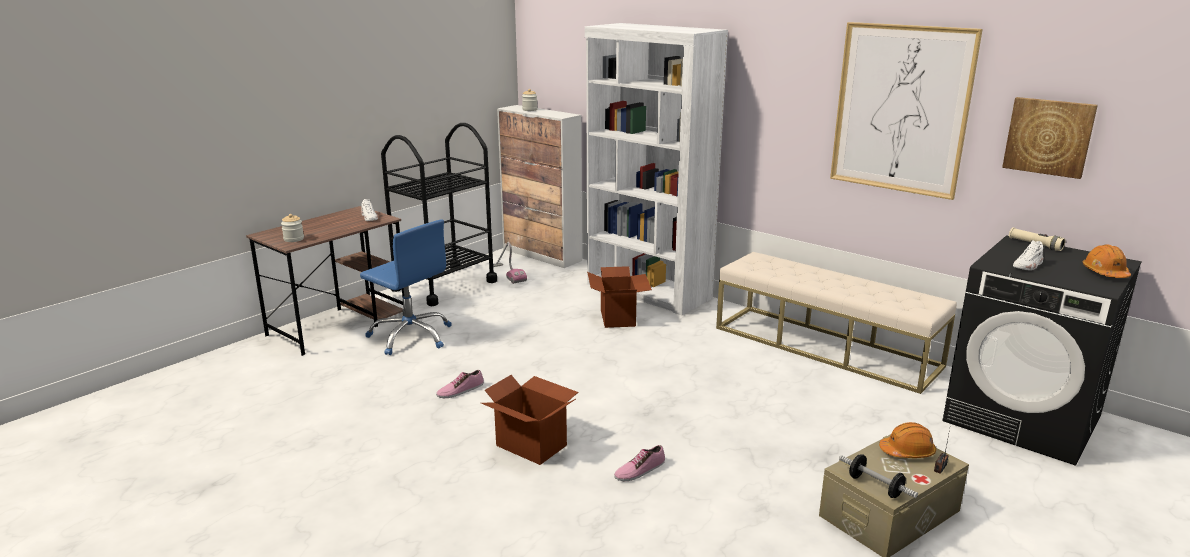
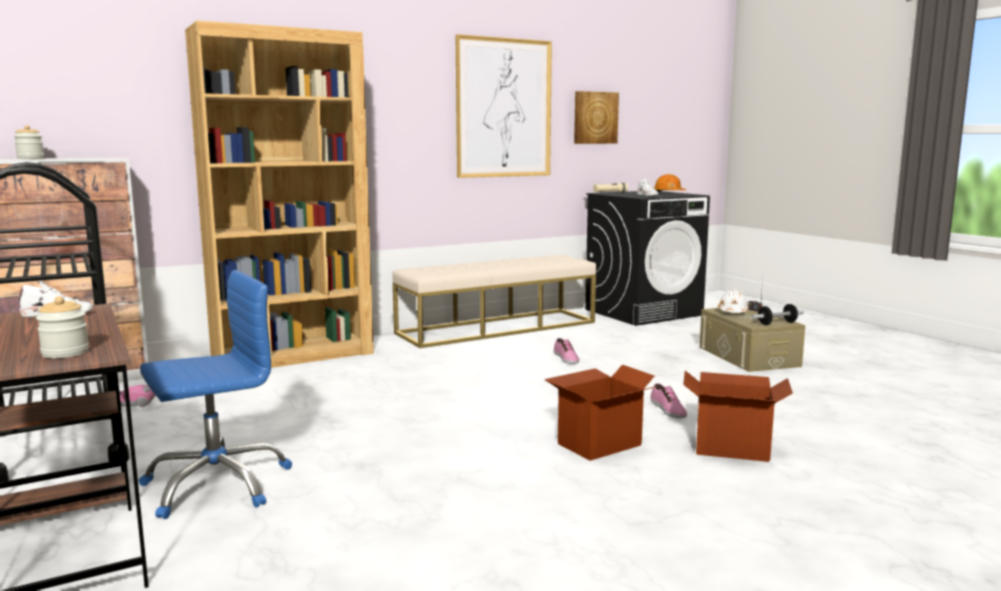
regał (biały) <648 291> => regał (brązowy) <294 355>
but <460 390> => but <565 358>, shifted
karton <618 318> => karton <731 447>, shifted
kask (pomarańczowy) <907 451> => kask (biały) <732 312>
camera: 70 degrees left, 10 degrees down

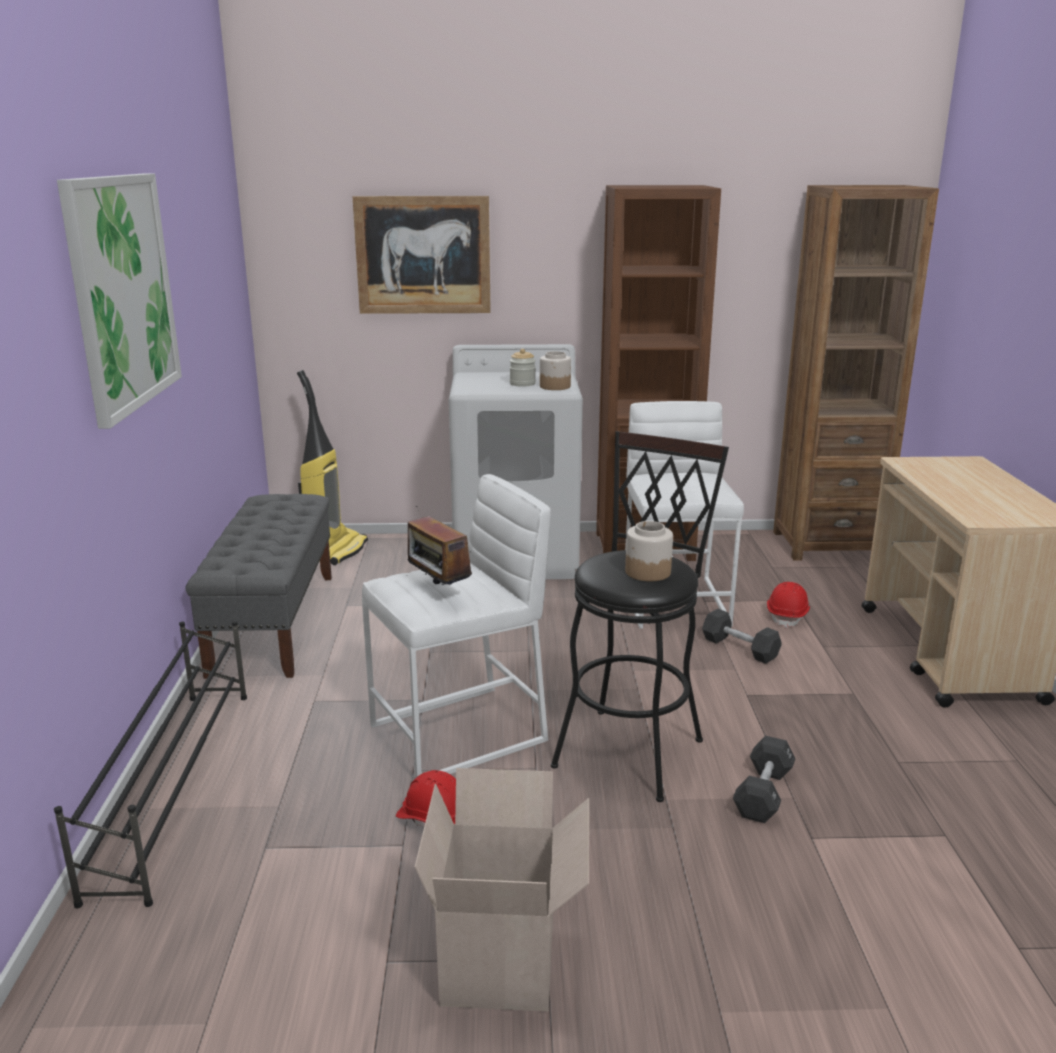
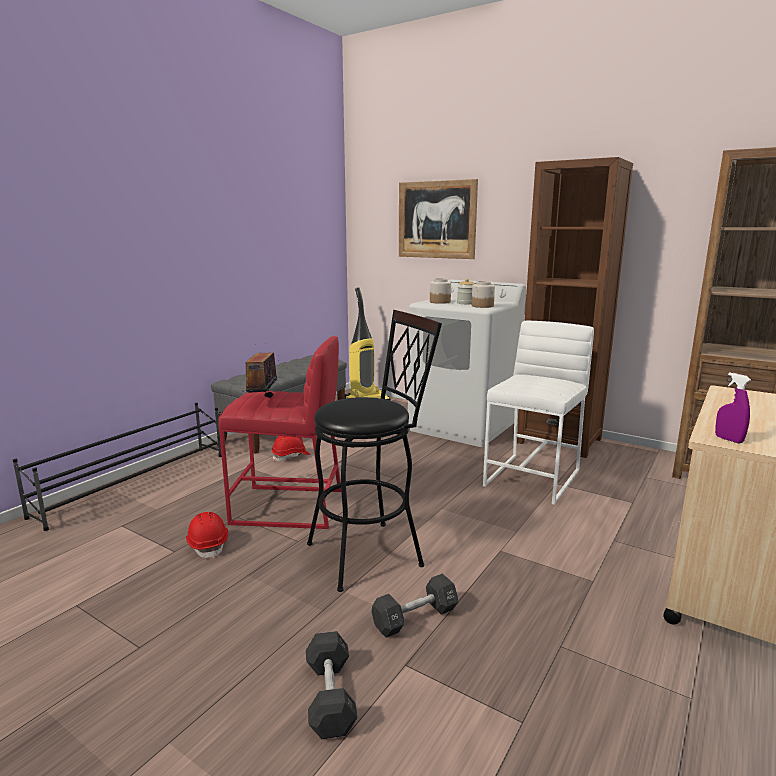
stołek (biały) <460 733> => stołek (czerwony) <288 507>
kask (czerwony) <787 616> => kask (czerwony) <291 456>, shifted
hantel (szary) <740 648> => hantel (szary) <330 697>, shifted
słoik <647 572> => słoik <440 302>, shifted
nothing => spryskiwacz (fioletowy) <728 439>
obraz <122 292> => nothing
karton <504 961> => nothing
camera: 35 degrees right, 5 degrees down

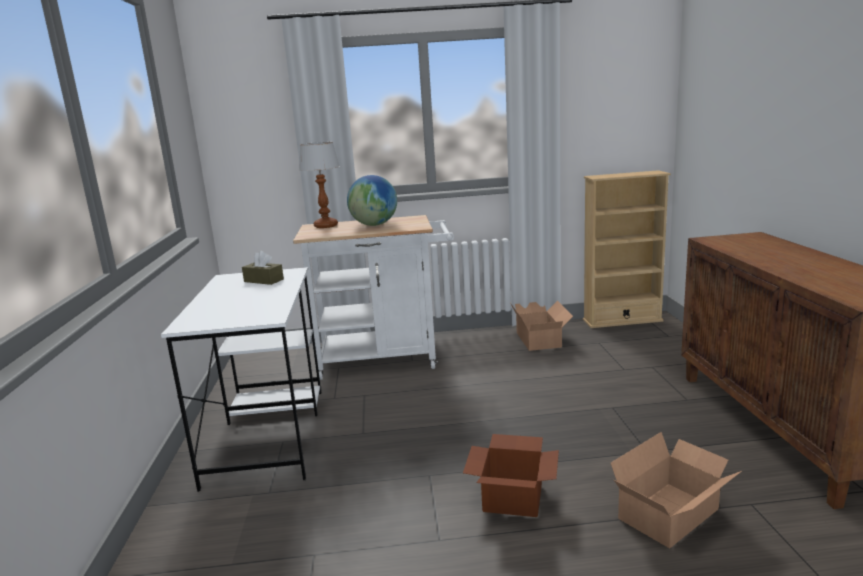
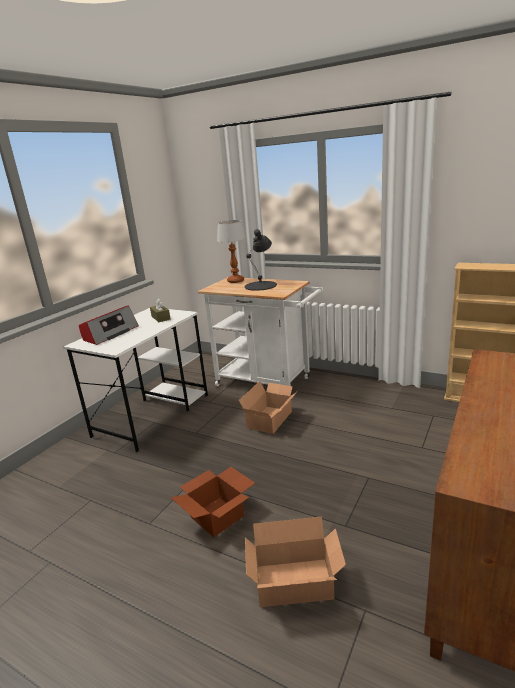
nothing => radio <110 333>
karton <540 339> => karton <272 419>, shifted
globus <374 225> => lampa stołowa (czarny) <261 285>
camera: 35 degrees right, 5 degrees up

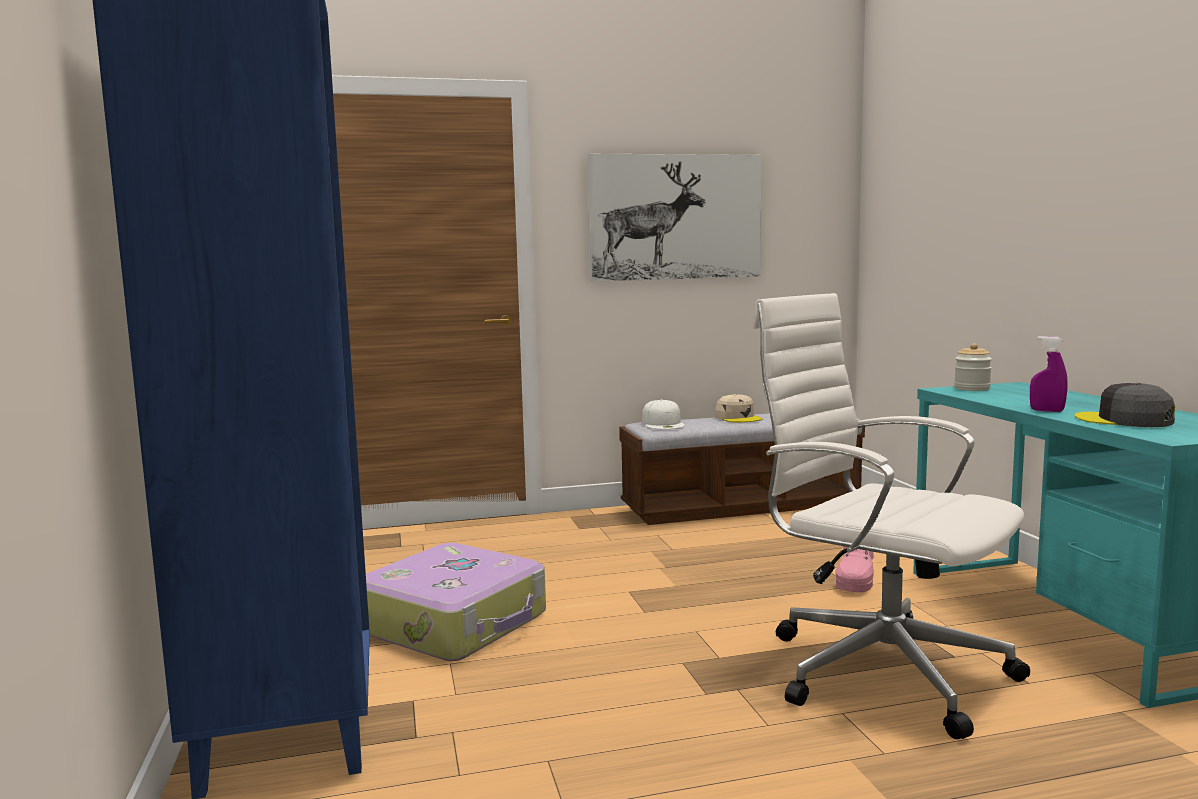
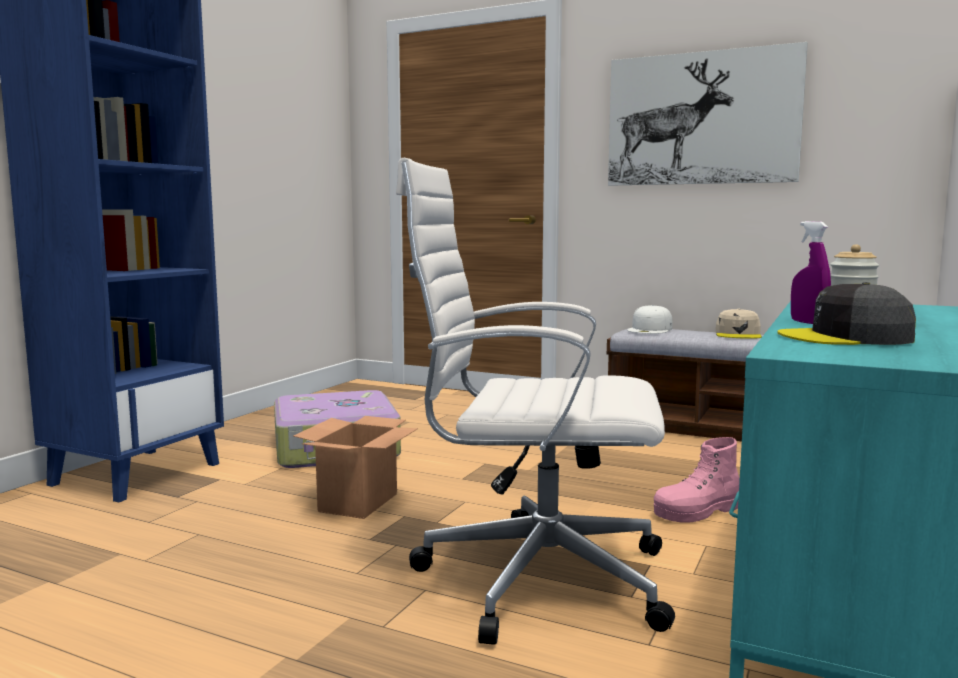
nothing => karton <358 502>
krzesło biurowe (biały) <880 669> => krzesło biurowe (biały) <535 577>, 75 degrees counterclockwise
czapka z daszkiem (szary) <1124 420> => czapka z daszkiem (szary) <846 338>, 75 degrees counterclockwise
camera: 40 degrees right, 0 degrees up

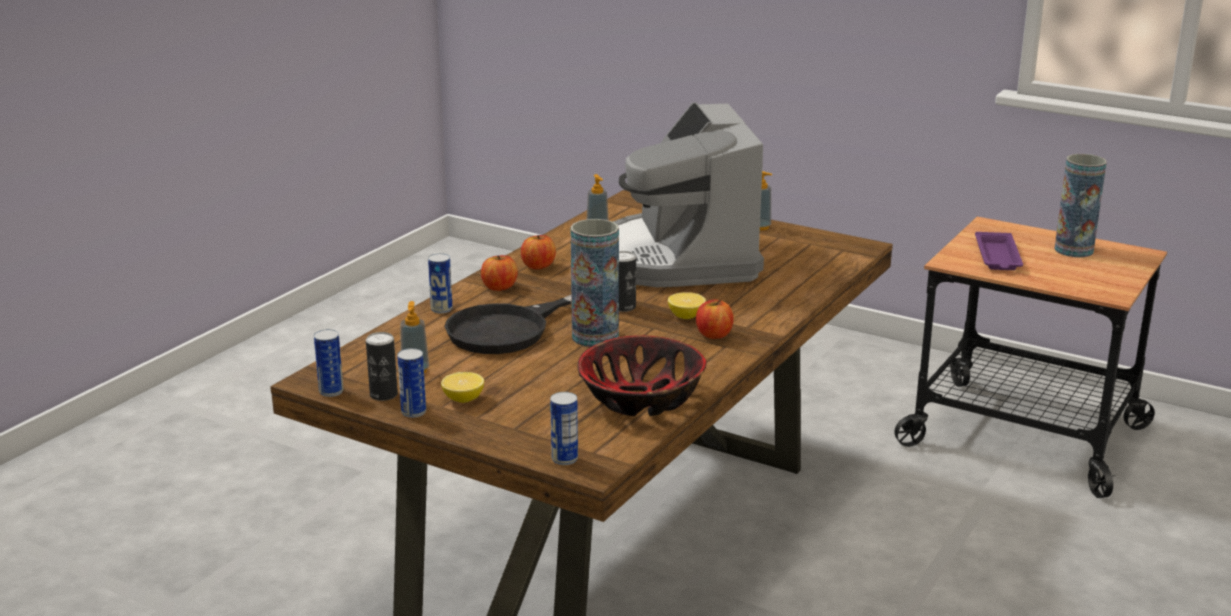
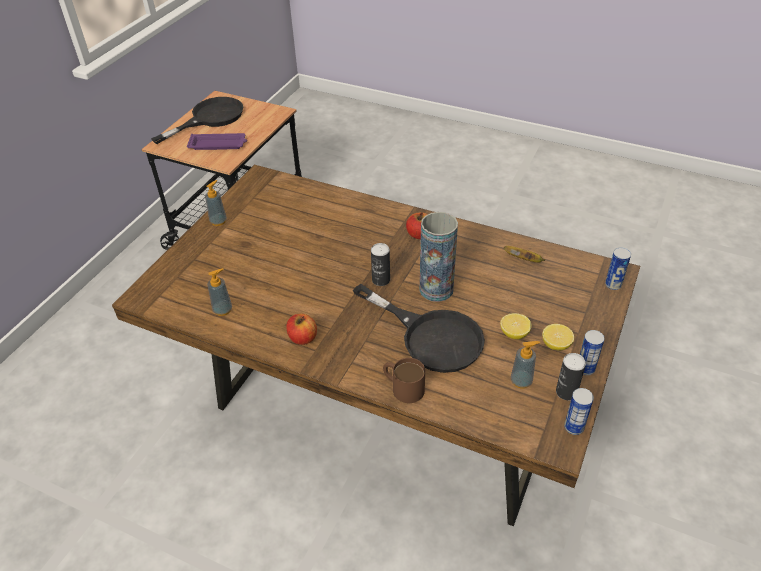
wazon <1073 250> => patelnia (czarny) <210 118>
puszka <441 309> => kubek (brązowy) <403 387>
cytryna <686 316> => cytryna <514 334>, shifted
miska <641 400> => banan <524 259>
jabłko <499 287> => nothing
ekspres do kawy <679 258> => nothing
camera: 95 degrees left, 20 degrees up

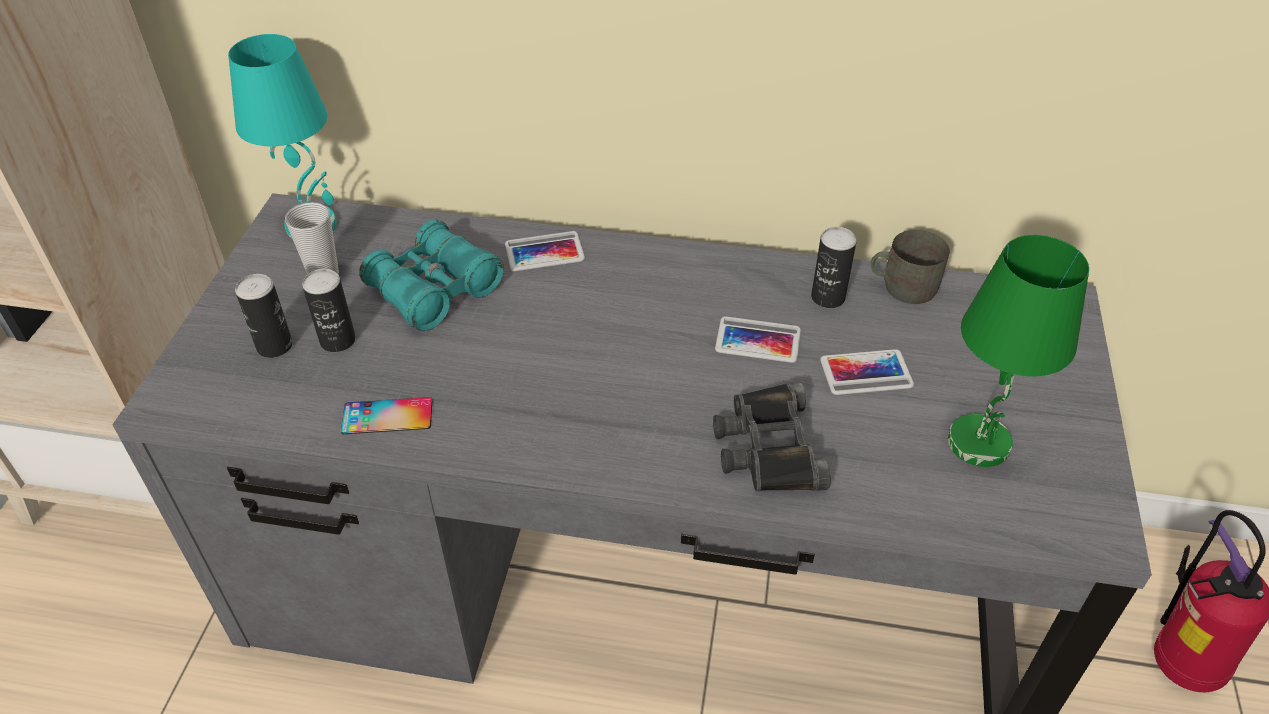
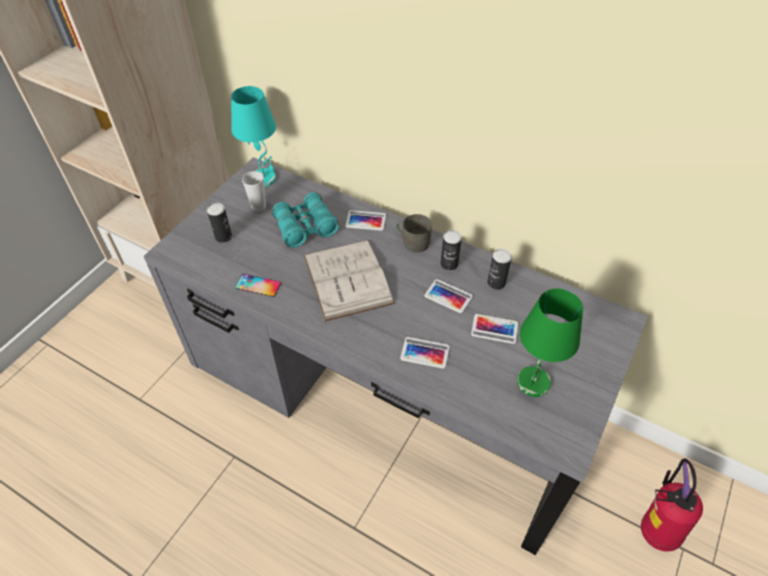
nothing => książka (biały) <347 279>
kubek (szary) <902 286> => kubek (szary) <412 241>, shifted
lornetka (czarny) <767 447> => telefon <425 353>
puszka <338 340> => puszka <449 264>, shifted
camera: 20 degrees right, 5 degrees up

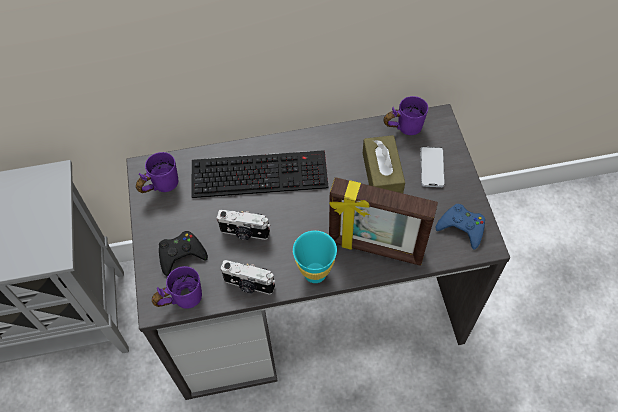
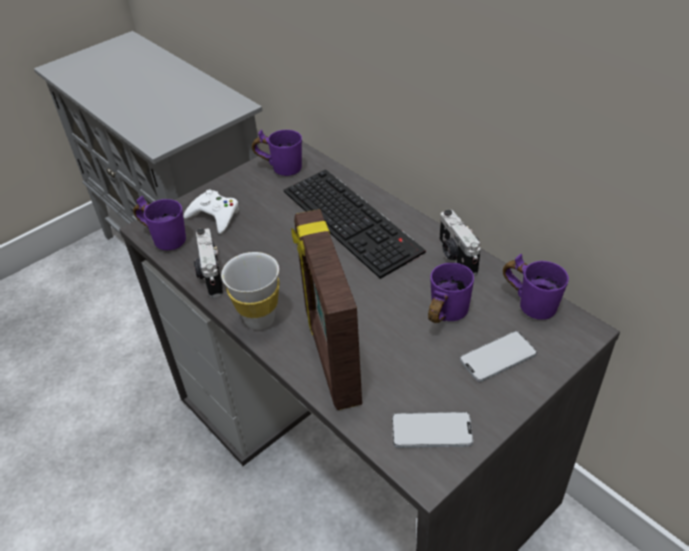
pad do gier (czarny) <181 254> => pad do gier (biały) <215 216>
filiżanka (turkusowy) <315 273> => filiżanka (biały) <259 319>
pad do gier (niebieski) <461 227> => telefon <431 431>
pudełko chusteczek (brązowy) <382 174> => kubek (fioletowy) <442 315>
aparat fotograficzny <244 233> => aparat fotograficzny <456 257>, shifted
camera: 60 degrees right, 15 degrees down

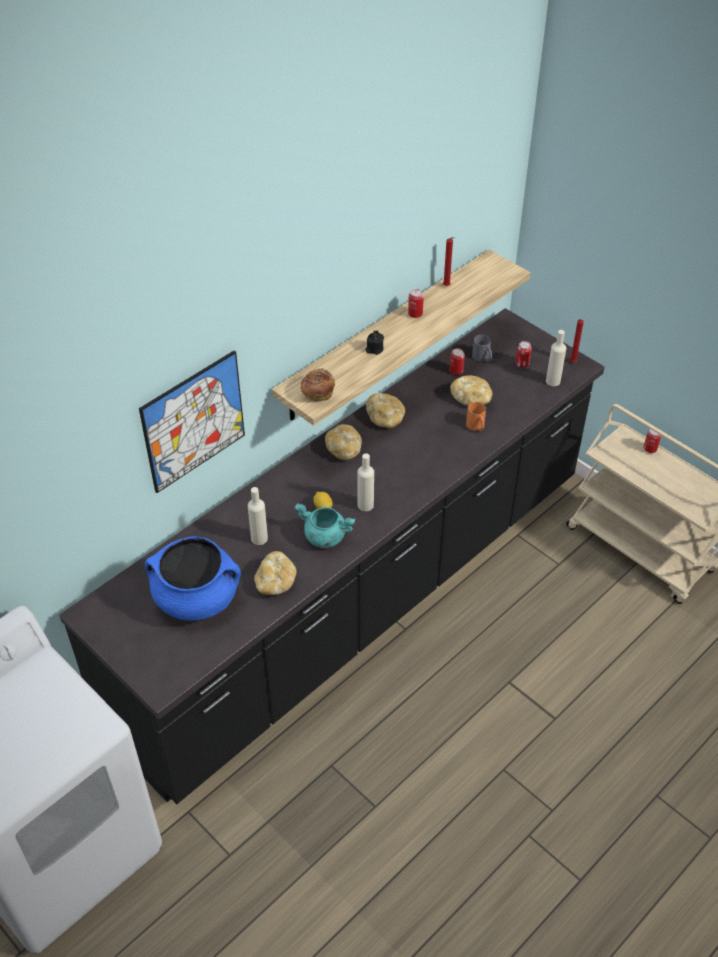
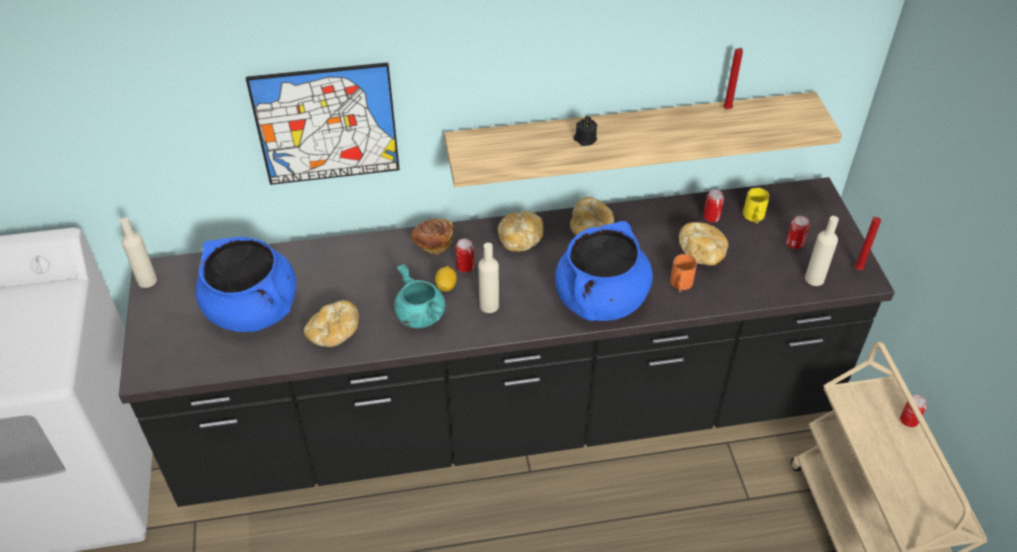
butelka (beżowy) <259 538> => butelka (beżowy) <147 280>, shifted
chleb <317 393> => chleb <433 243>, shifted
puszka <415 314> => puszka <465 267>, shifted
nothing => garnek (niebieski) <601 300>
kubek (szary) <483 358> => kubek (żółty) <754 217>
camera: 35 degrees right, 0 degrees up

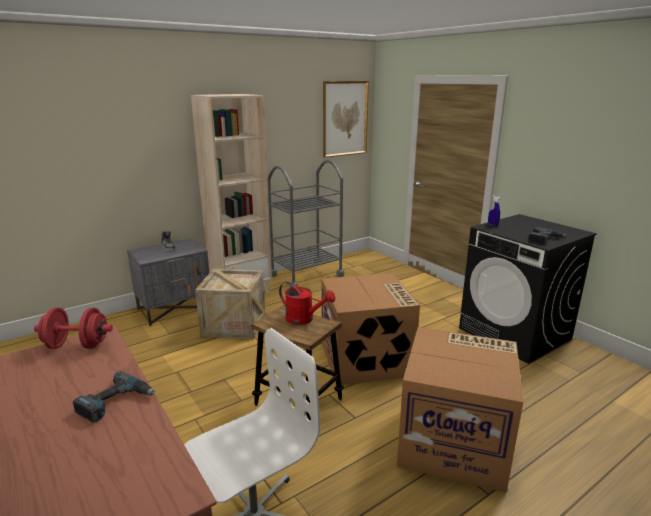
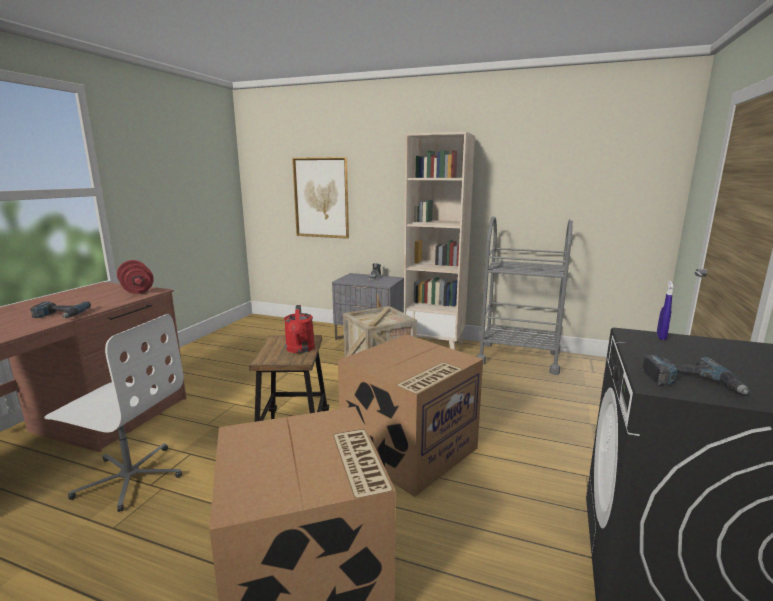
obraz <344 118> => obraz <321 198>, shifted
camera: 55 degrees right, 5 degrees down

